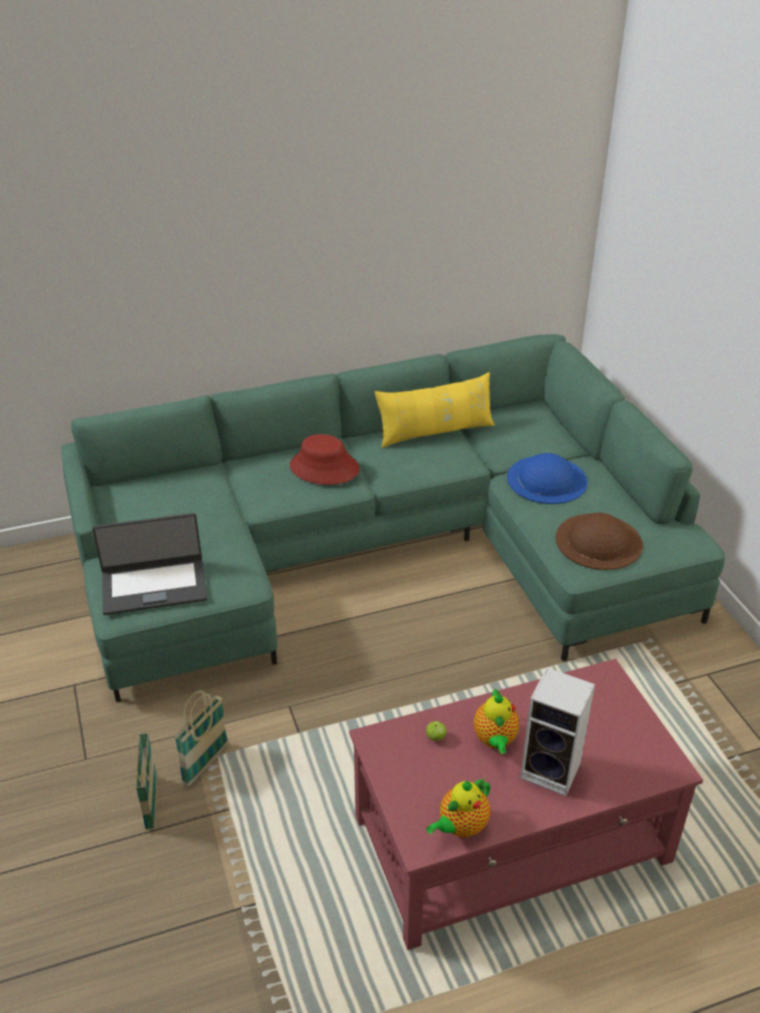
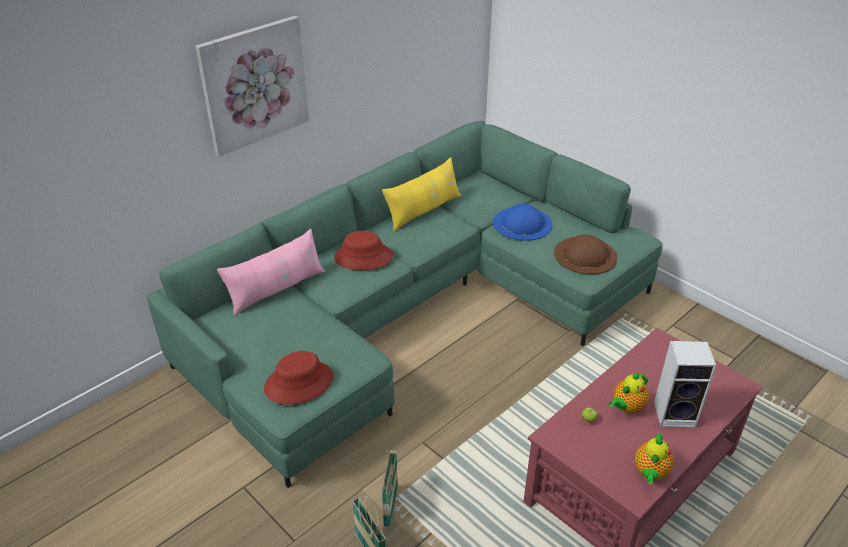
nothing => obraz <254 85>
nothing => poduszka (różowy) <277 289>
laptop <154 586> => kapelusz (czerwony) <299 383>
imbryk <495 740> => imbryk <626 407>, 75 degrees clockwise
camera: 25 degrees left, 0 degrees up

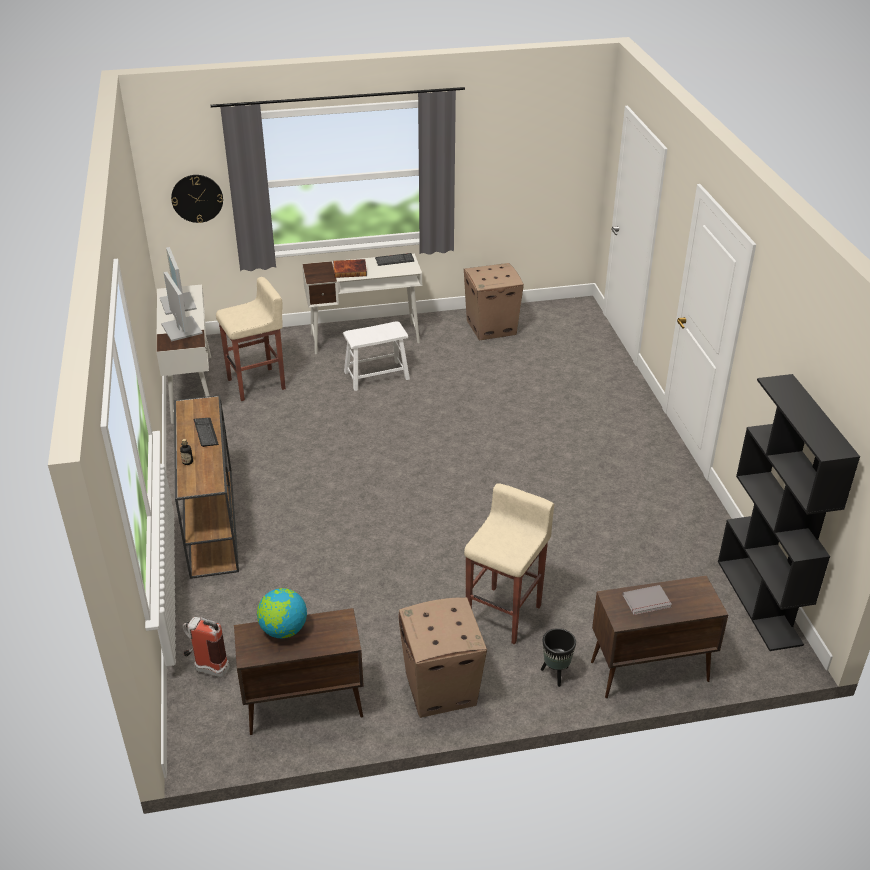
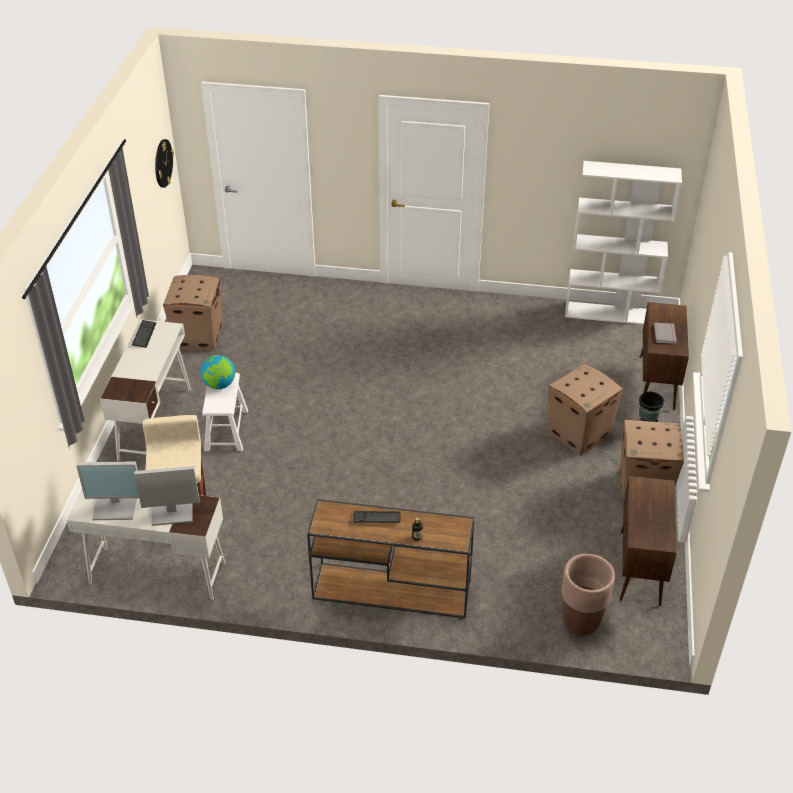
zegar ścienny <197 198> => zegar ścienny <163 163>, shifted
globus <283 630> => globus <219 385>, shifted
stołek (beżowy) <505 614> => karton <579 434>
gaśnica <206 668> => donica (brązowy) <581 622>
regał (czarny) <759 602> => regał (biały) <610 313>
książka <350 270> => nothing
camera: 70 degrees left, 5 degrees up

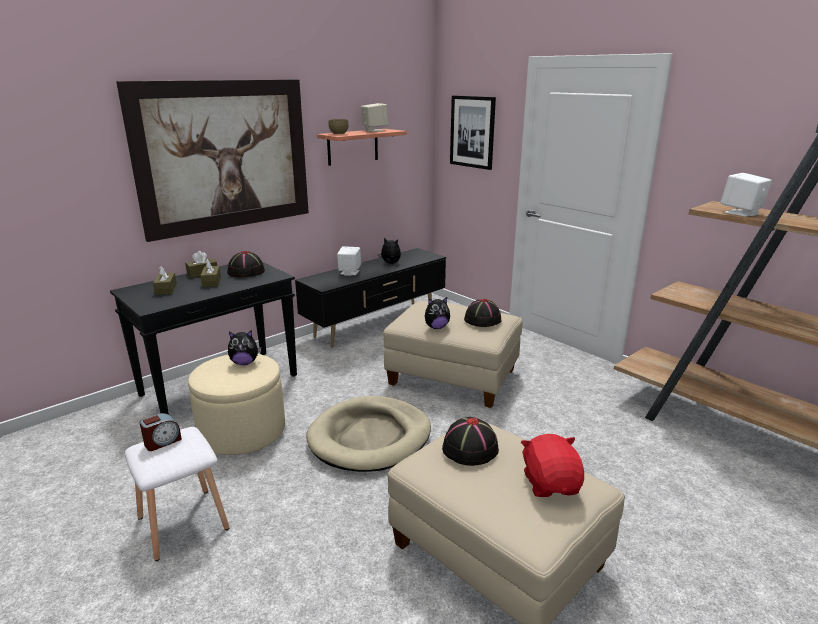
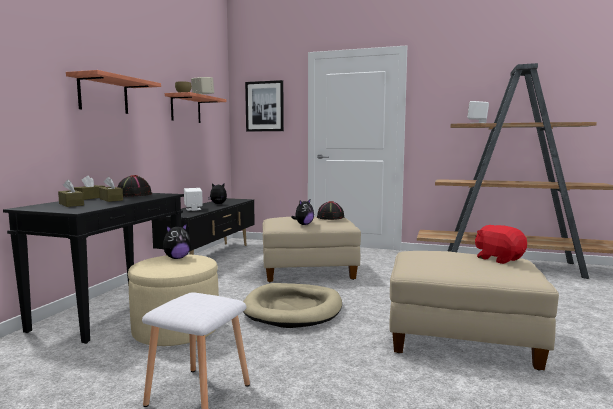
obraz <225 156> => półka <103 95>
budzik <162 442> => nothing
kapelusz (czarny) <469 449> => nothing
camera: 30 degrees left, 15 degrees down

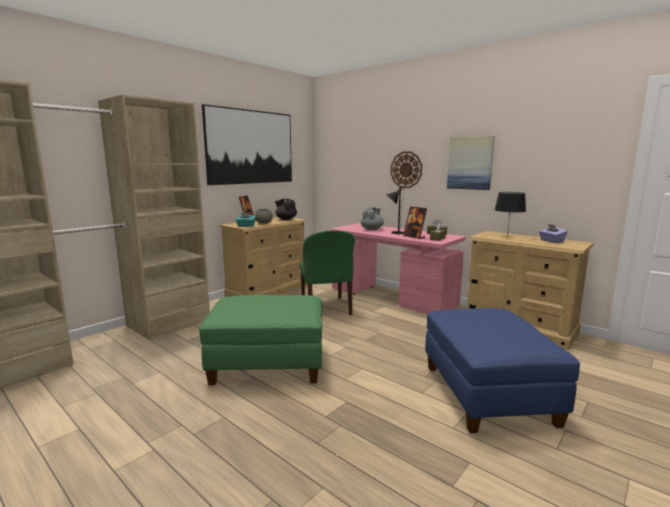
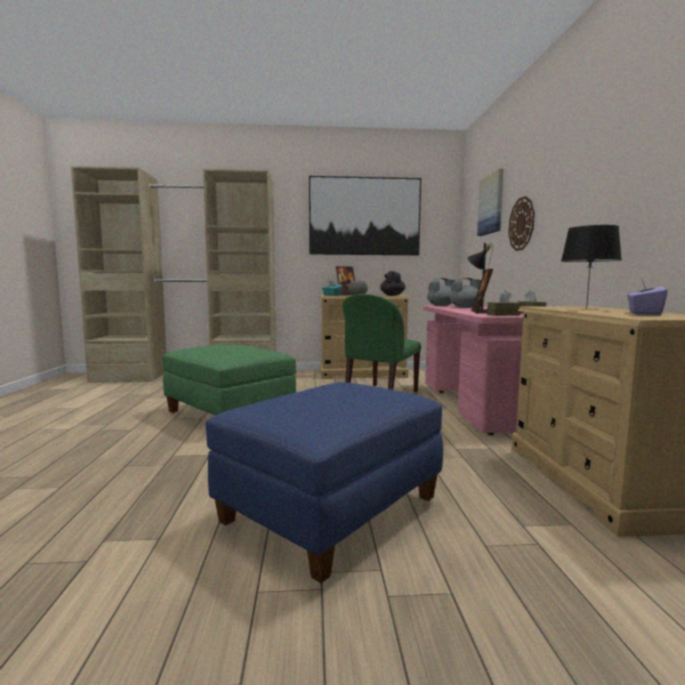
nothing => imbryk (szary) <441 306>
obraz <470 163> => obraz <491 204>, shifted
camera: 45 degrees right, 5 degrees down

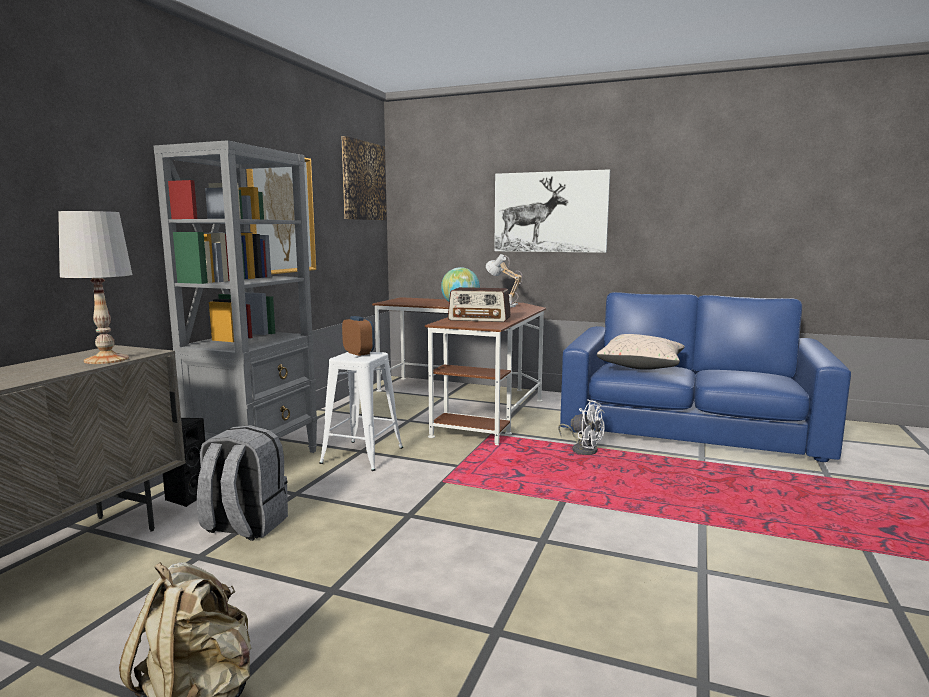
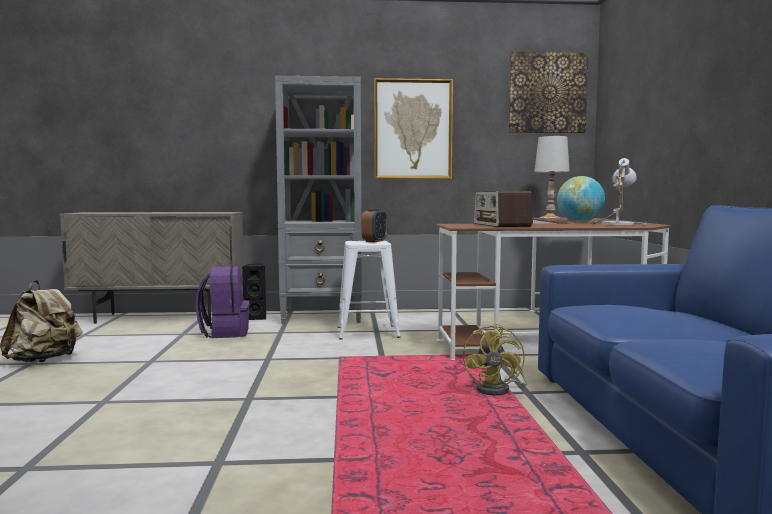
plecak (szary) <244 526> => plecak (fioletowy) <225 333>
wentylator (biały) <583 449> => wentylator (żółty) <499 390>
lampa stołowa (biały) <107 359> => lampa stołowa (biały) <550 218>, shifted
obraz <550 212> => nothing
poduszka (beżowy) <641 366> => nothing
camera: 65 degrees right, 5 degrees down

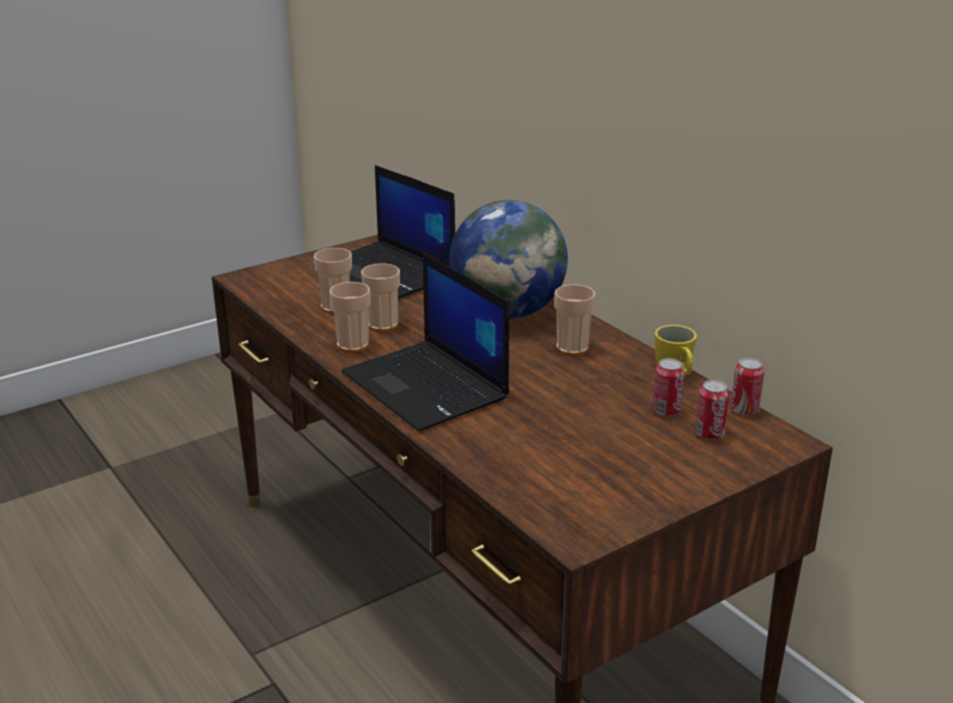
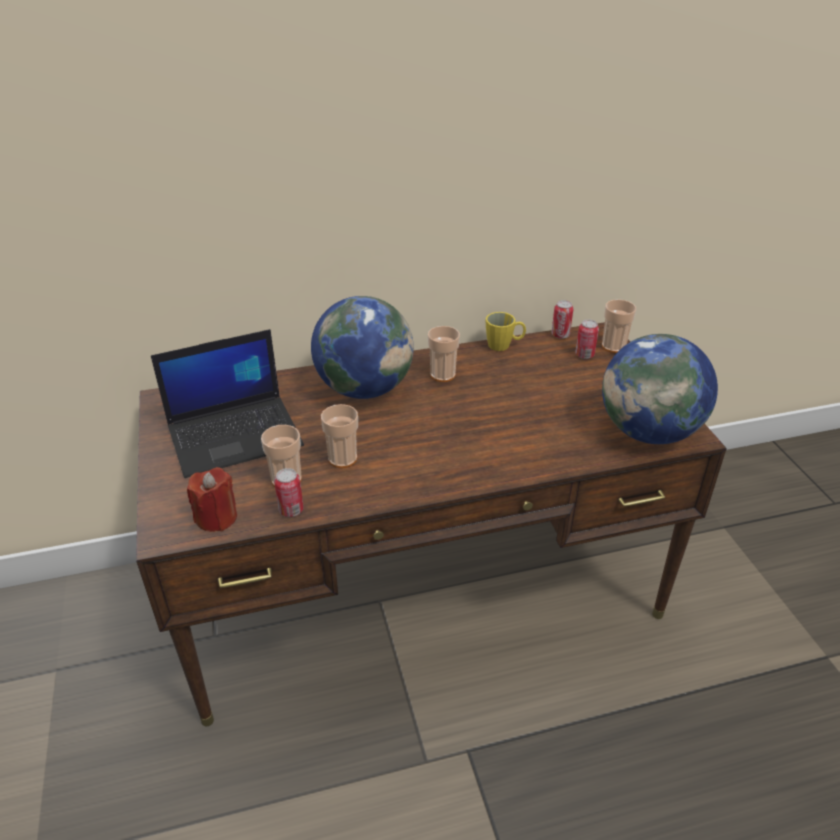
nothing => świeca (czerwony) <216 517>
puszka <666 411> => puszka <291 510>, shifted
filiżanka <353 345> => filiżanka <613 346>, shifted
nothing => globus <649 432>
laptop <427 386> => nothing
camera: 70 degrees left, 10 degrees up

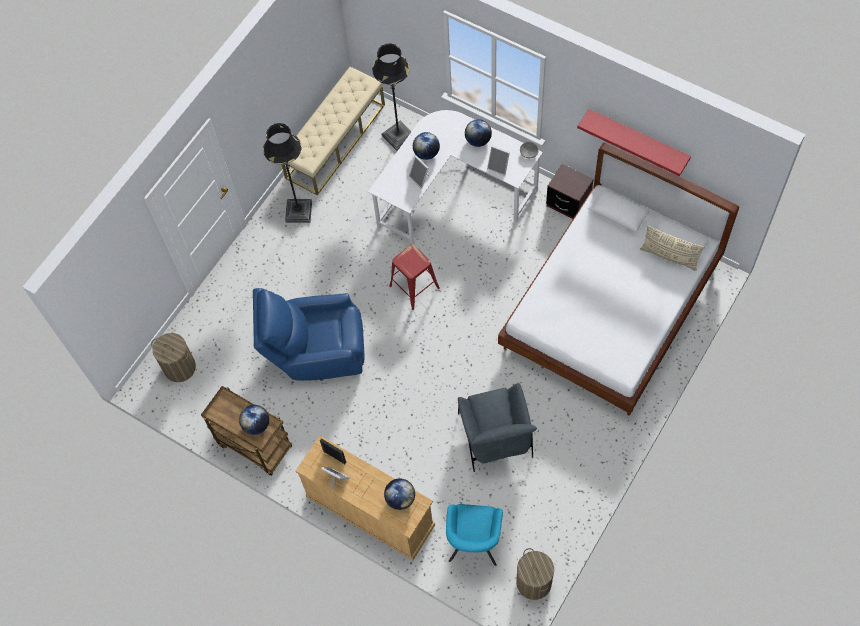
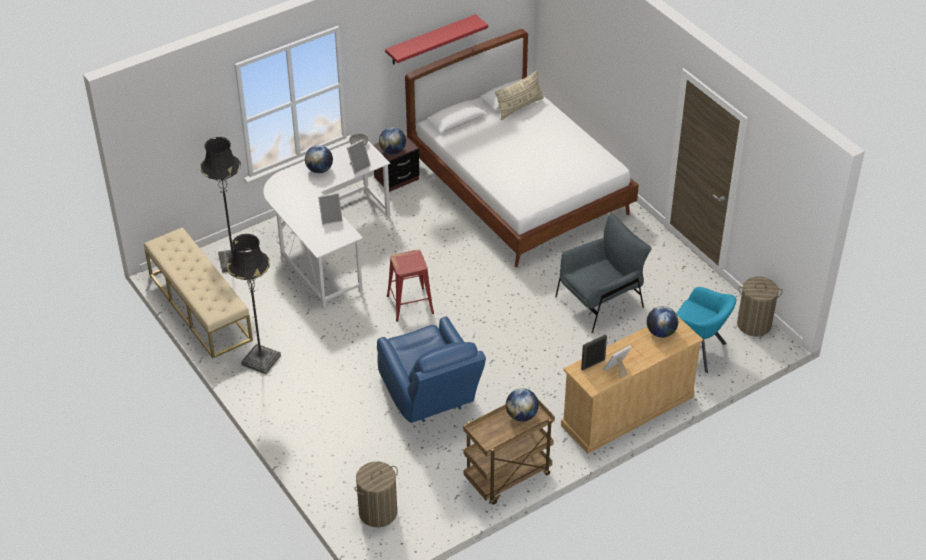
fotel (niebieski) <316 350> => fotel (niebieski) <431 396>, 45 degrees counterclockwise
globus <426 153> => globus <392 151>, shifted
fotel (szary) <495 436> => fotel (szary) <600 302>, 45 degrees counterclockwise
camera: 70 degrees left, 20 degrees down

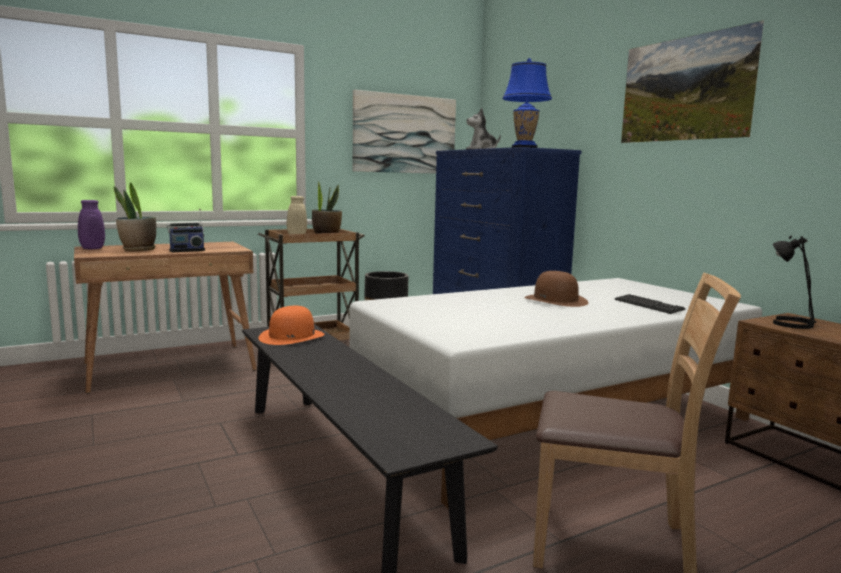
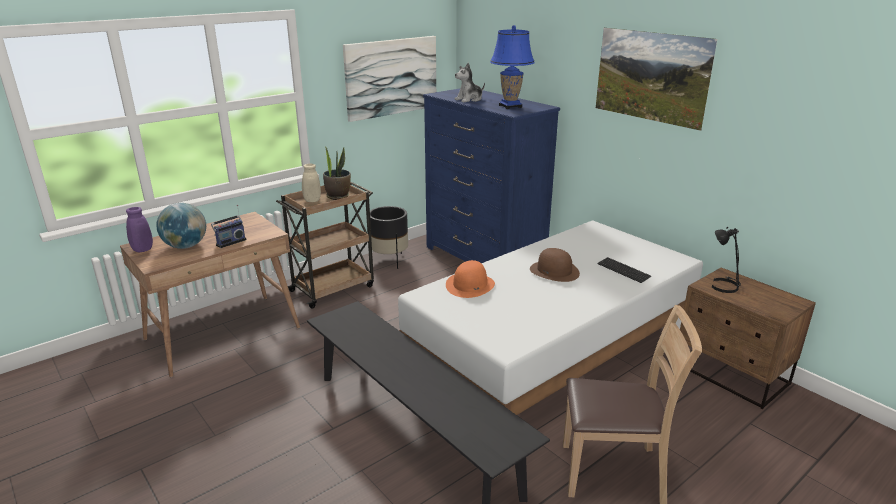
roślina doniczkowa <138 250> => globus <186 246>
kapelusz (pomarańczowy) <291 336> => kapelusz (pomarańczowy) <470 285>, shifted
camera: 10 degrees left, 15 degrees up

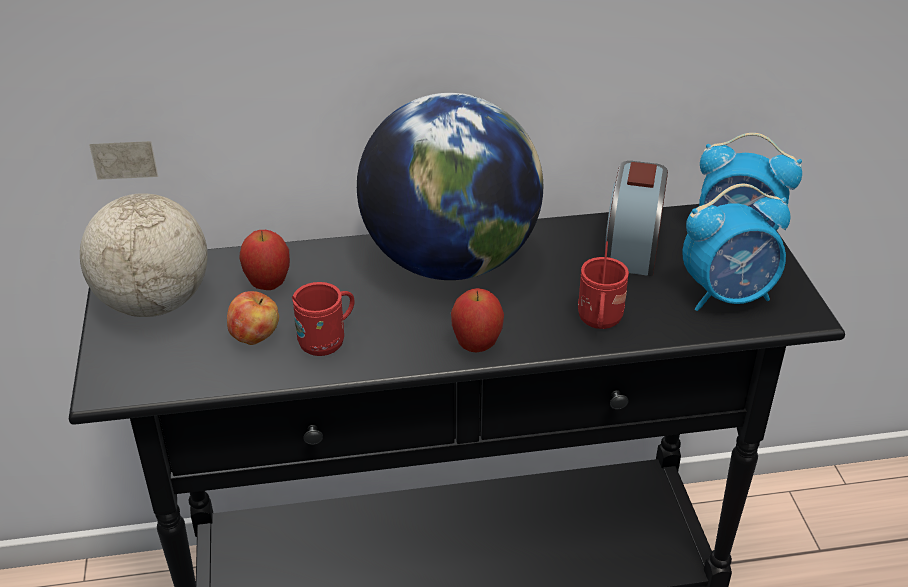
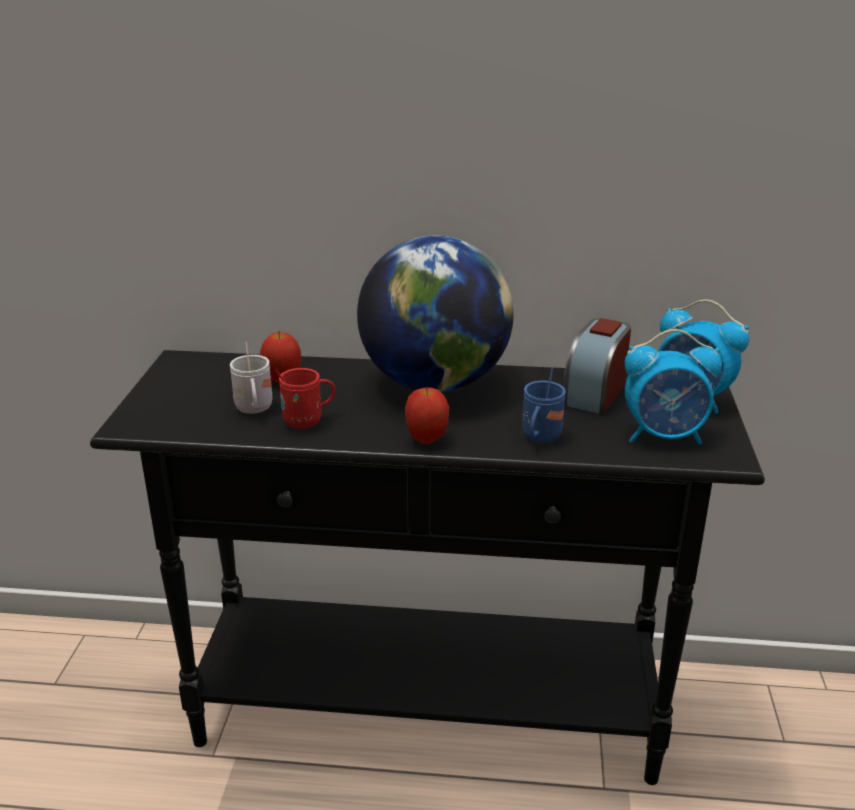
jabłko <255 337> => kubek (biały) <254 410>
kubek (czerwony) <599 323> => kubek (niebieski) <539 439>
globus <153 302> => nothing
camera: 15 degrees right, 10 degrees down

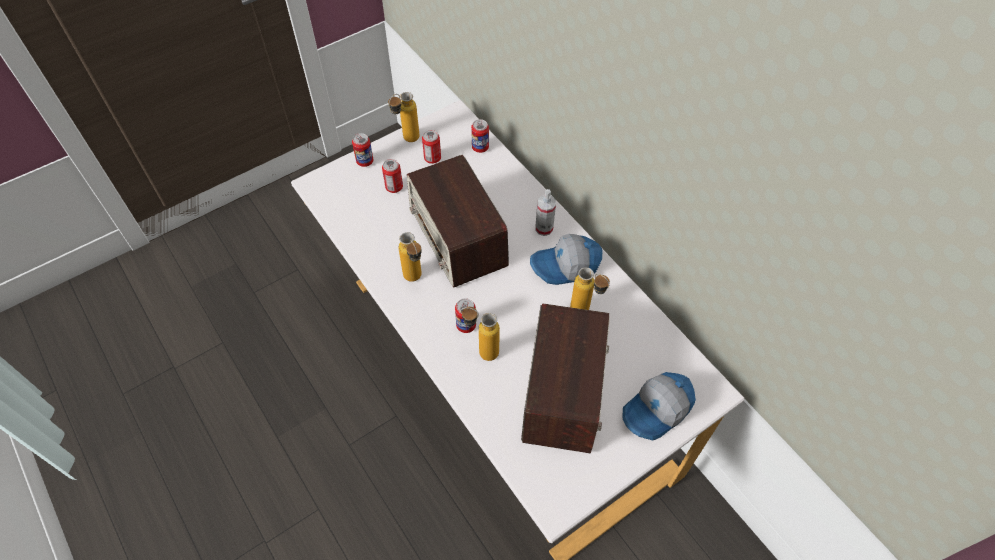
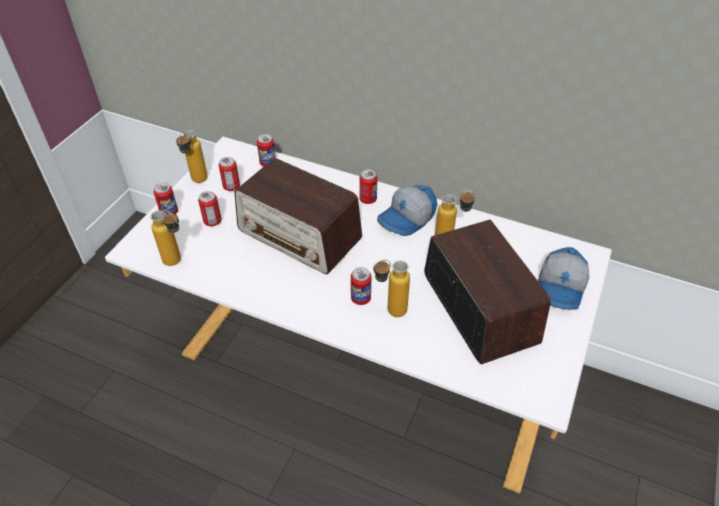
butelka <415 280> => butelka <177 263>, shifted
spryskiwacz <544 228> => puszka <368 199>
camera: 30 degrees left, 10 degrees down

